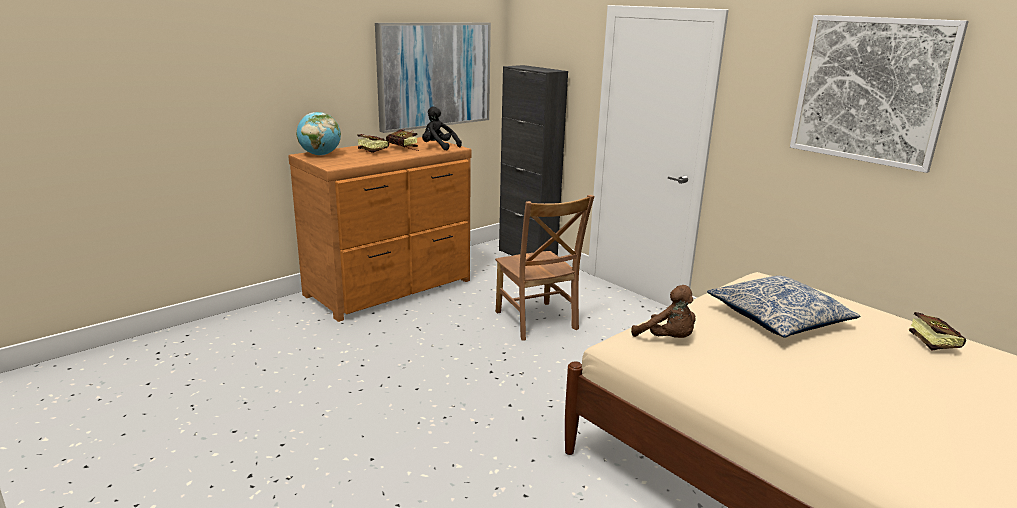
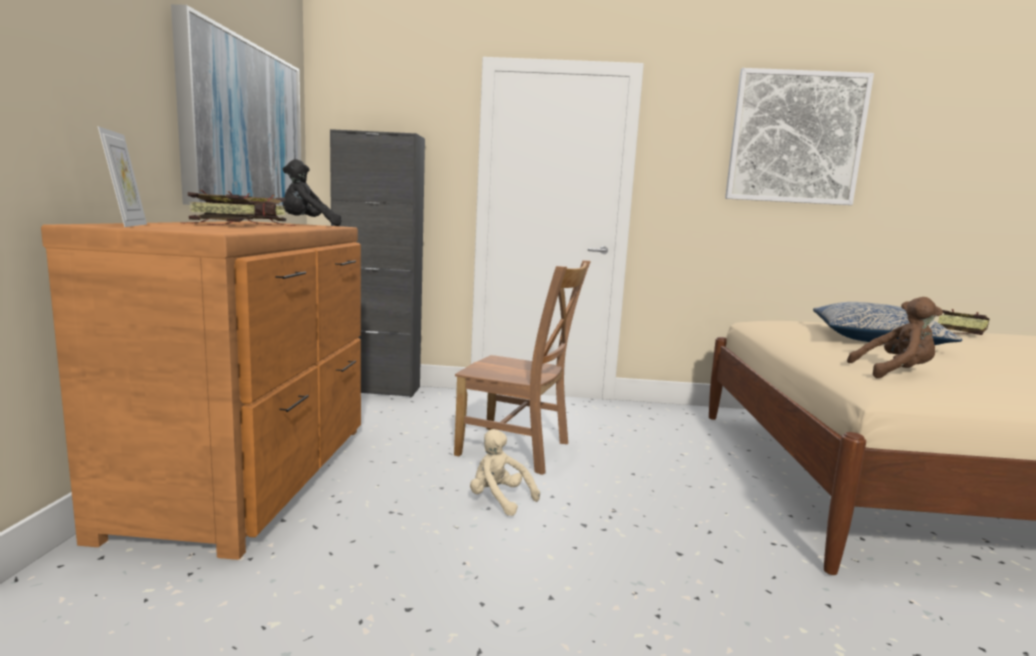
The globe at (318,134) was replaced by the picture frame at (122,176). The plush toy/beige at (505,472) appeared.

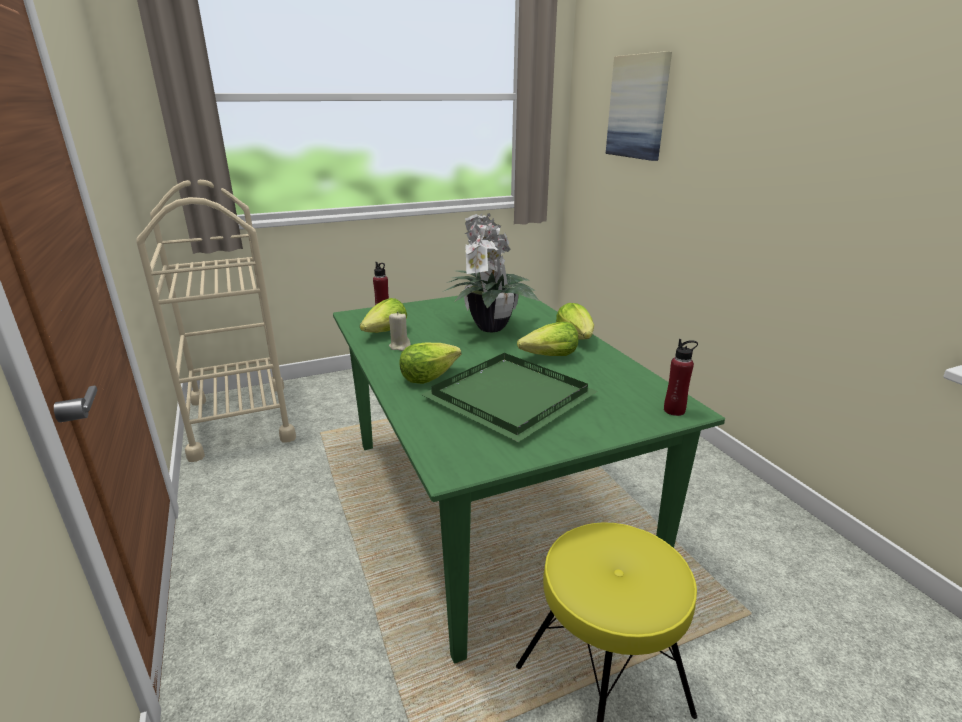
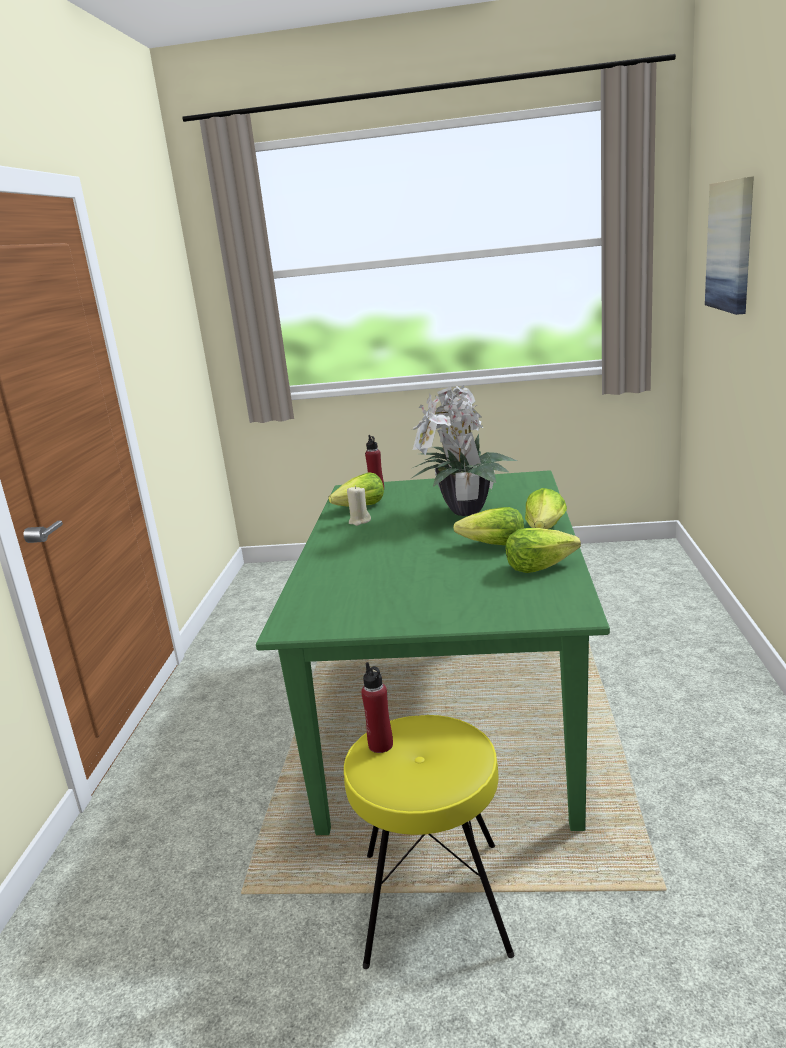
The cart/beige at (216,321) disappeared. The lettuce moved from (430,363) to (543,550). The tray/green at (509,397) disappeared. The bottle/red moved from (681,377) to (377,707).

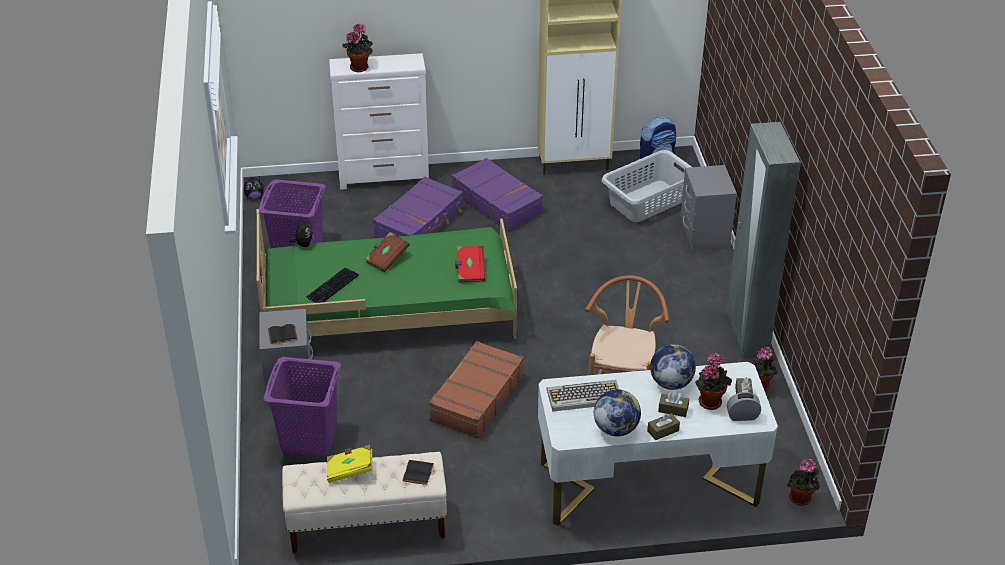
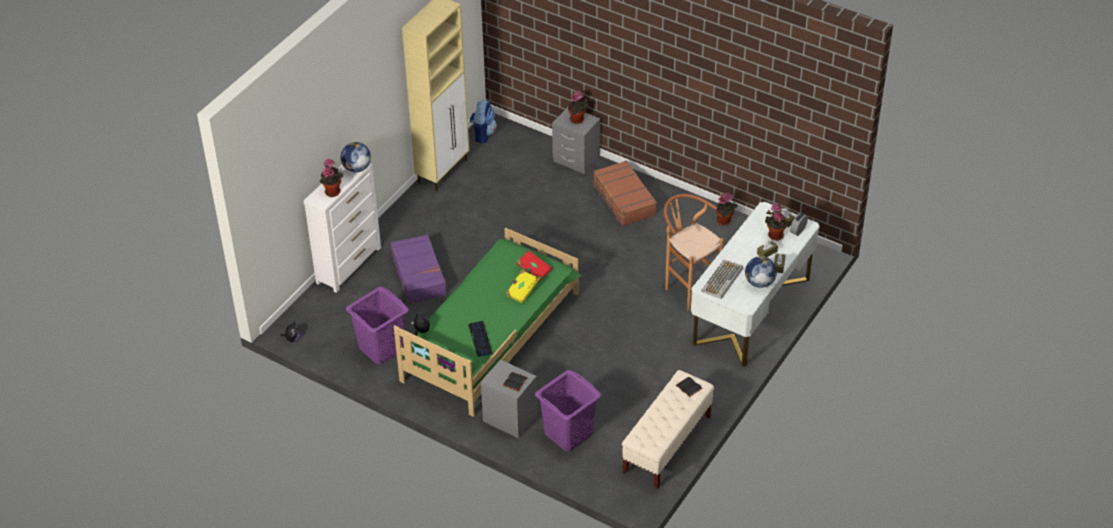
The book/yellow moved from (350,463) to (522,286). The book/brown at (387,252) disappeared. The suitcase/brown moved from (476,389) to (625,193). The suitcase/purple at (497,195) disappeared. The laundry basket/grey at (646,186) disappeared. The globe moved from (673,367) to (355,157). The wardrobe/grey at (763,240) disappeared. The potted plant moved from (803,482) to (578,107).

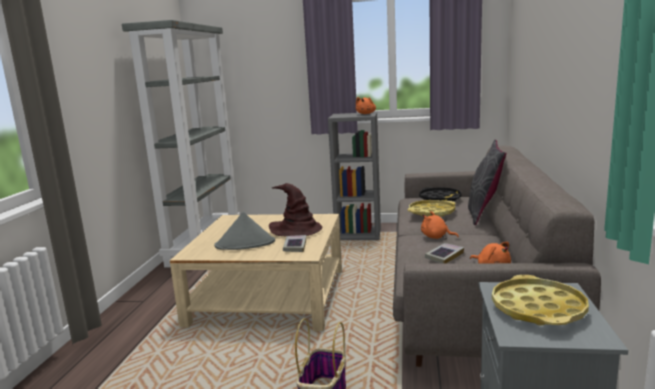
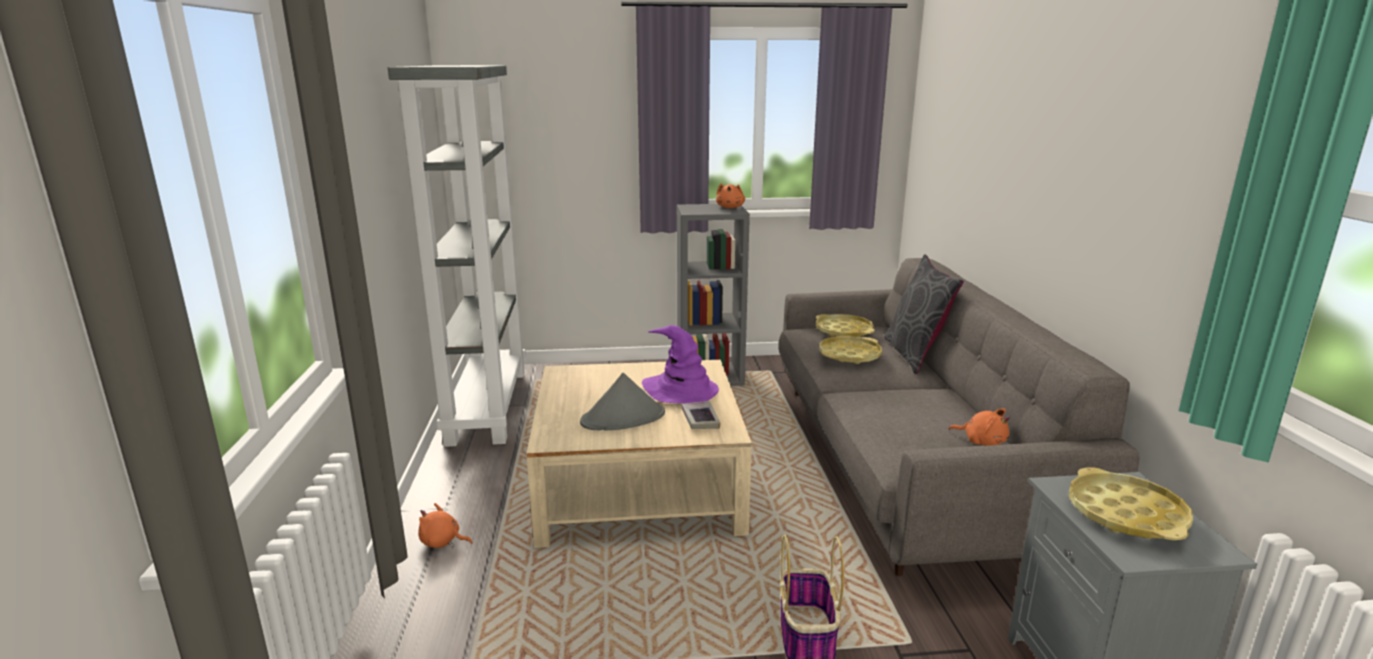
The hat/brown at (295,210) became the hat/purple at (680,364). The tray/black at (440,194) became the tray/yellow at (845,325). The plush toy/orange moved from (440,225) to (445,525). The book at (444,253) disappeared.

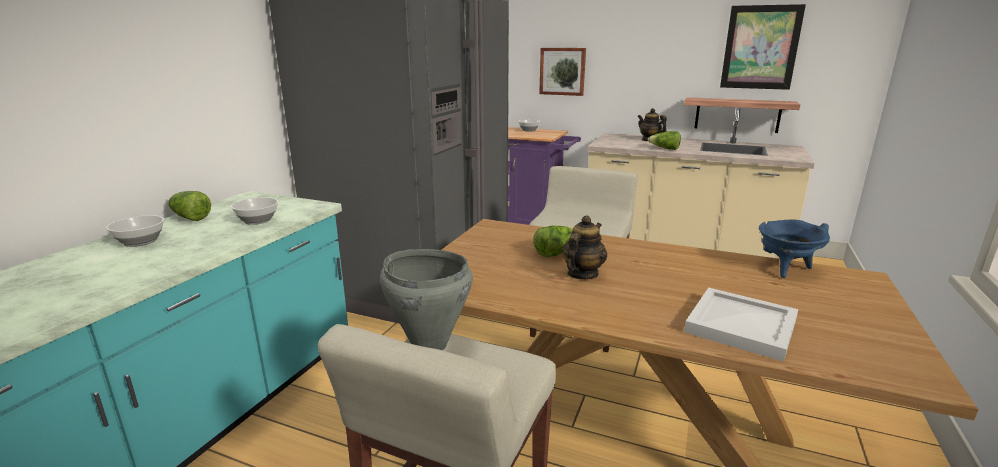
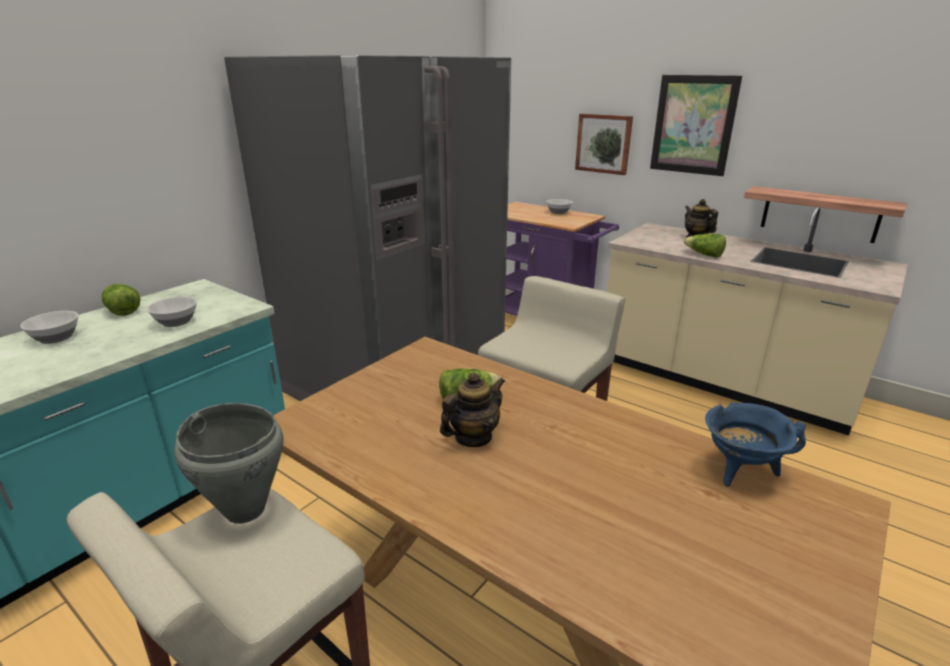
The tray/white at (741,325) disappeared. The picture moved from (763,47) to (696,125).

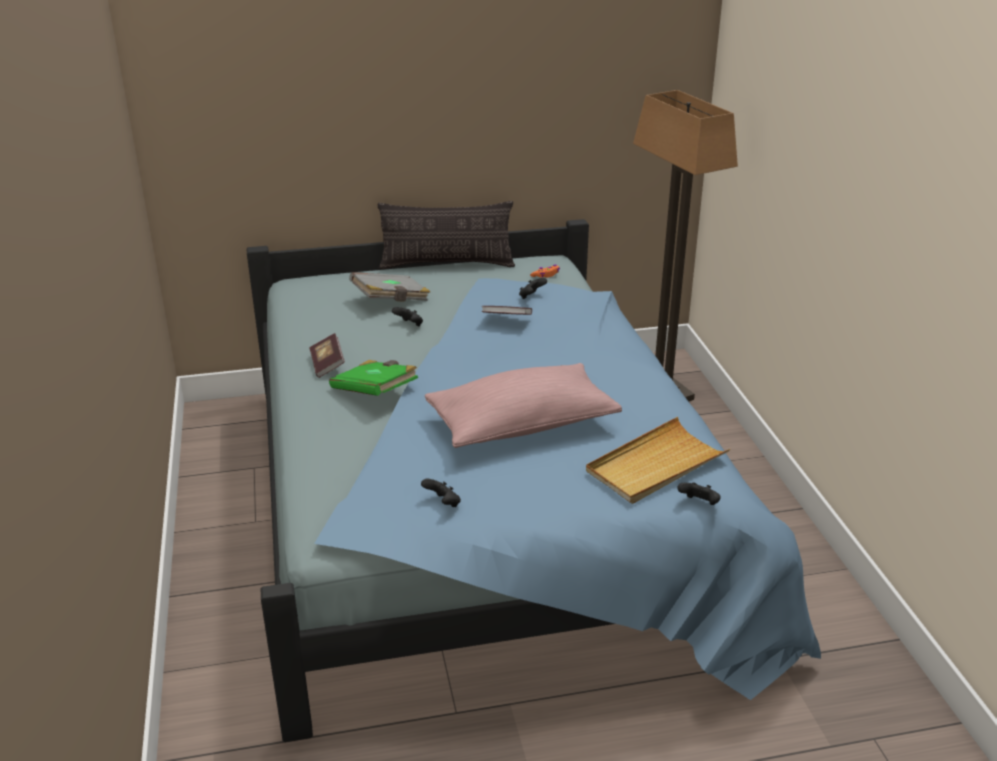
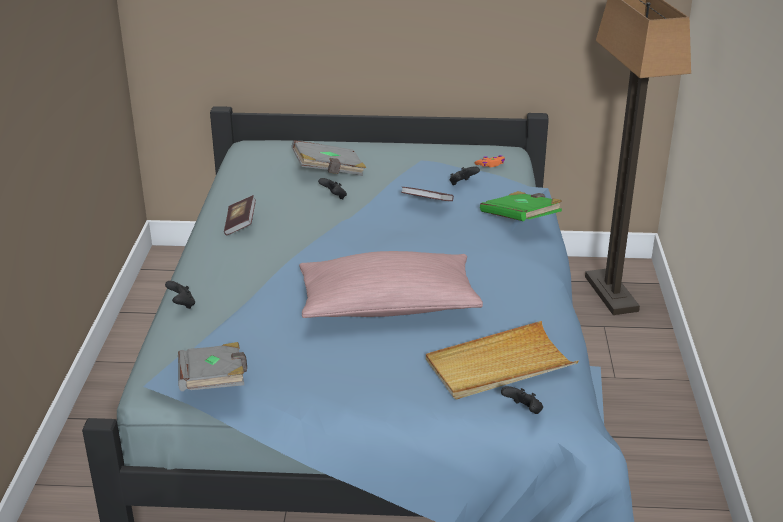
The book/green moved from (373,378) to (521,206). The pillow at (446,235) disappeared. The game controller/black moved from (441,493) to (180,295). The book/grey at (212,366) appeared.

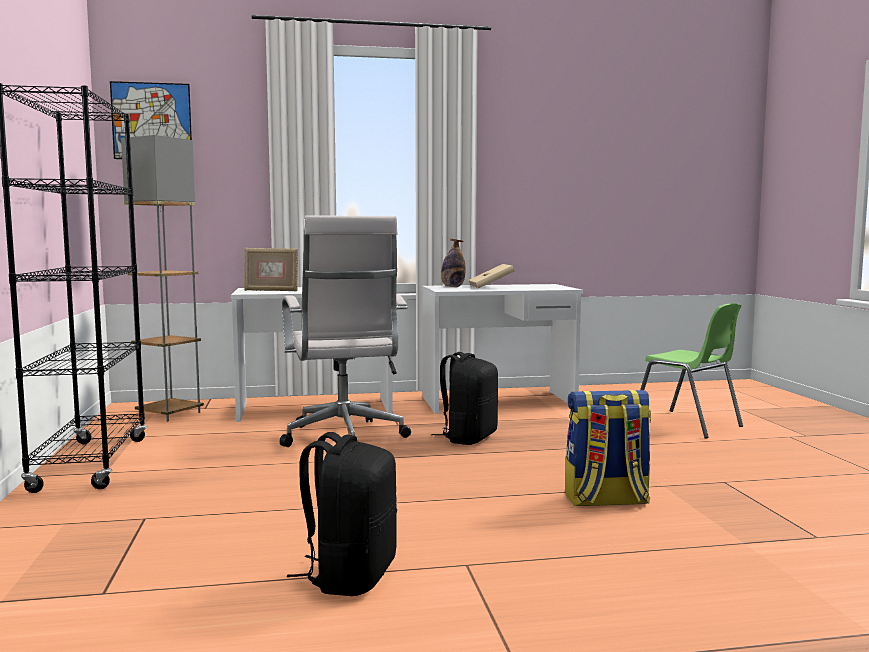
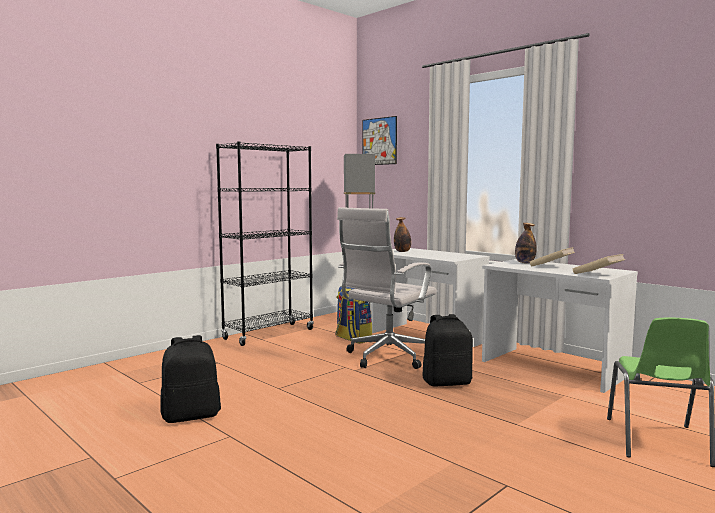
The picture frame at (271,269) was replaced by the bottle at (402,234). The backpack moved from (608,448) to (353,315). The book/beige at (599,264) appeared.

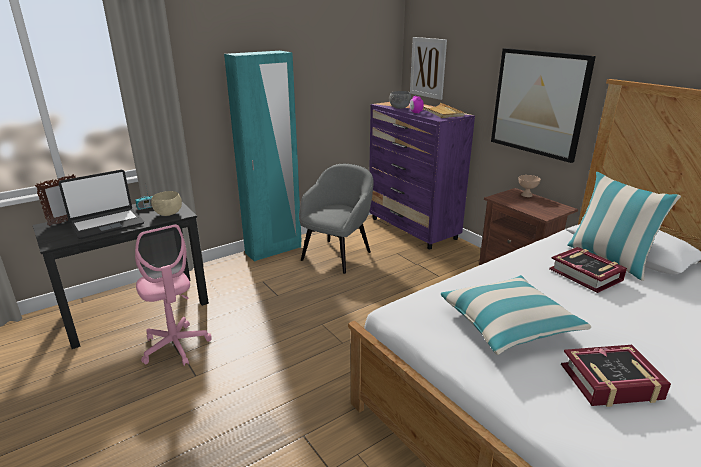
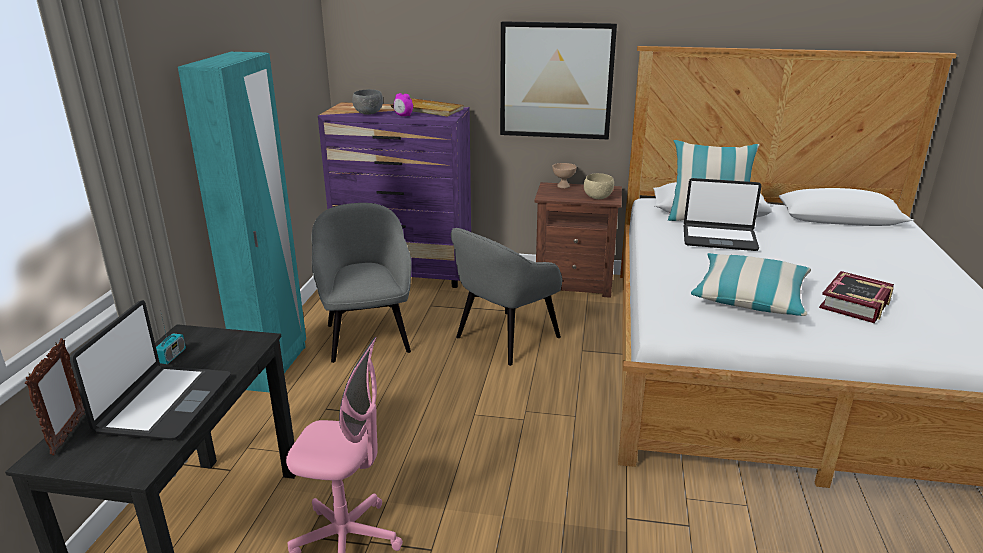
The bowl/beige moved from (166,203) to (599,186). The picture at (428,68) disappeared. The book at (588,270) was replaced by the laptop at (722,214). The armchair/grey at (507,297) appeared.

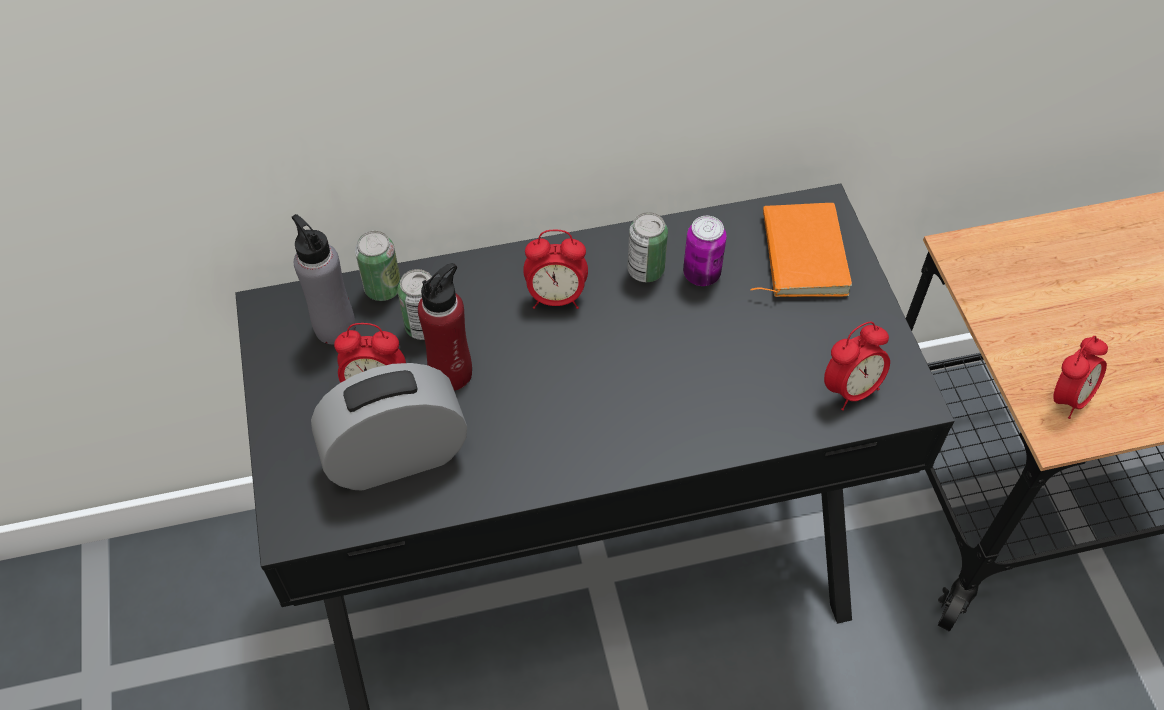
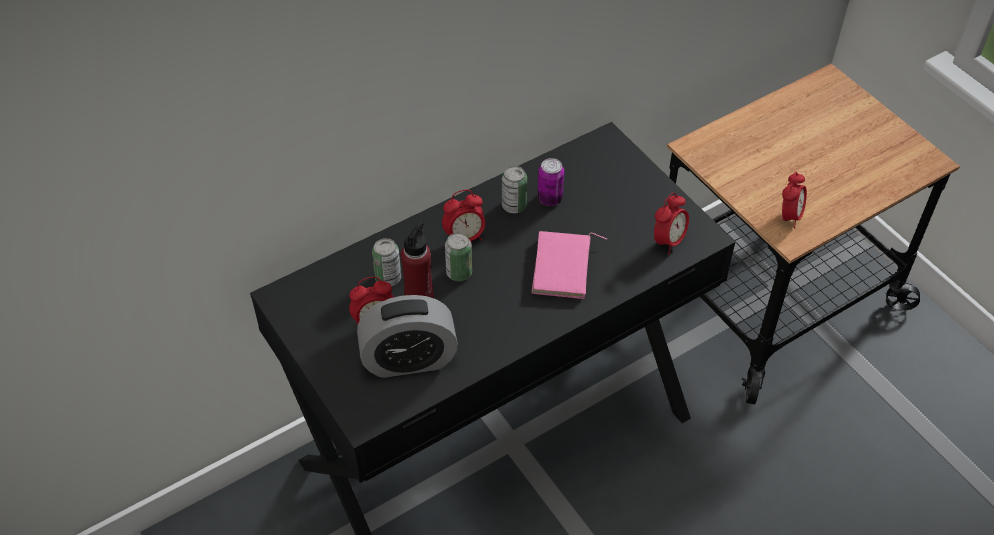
The bottle/grey at (324,279) disappeared. The alarm clock at (389,426) turned 150 degrees counterclockwise. The can moved from (378,266) to (458,257). The book/orange at (801,250) disappeared. The book/pink at (569,265) appeared.

